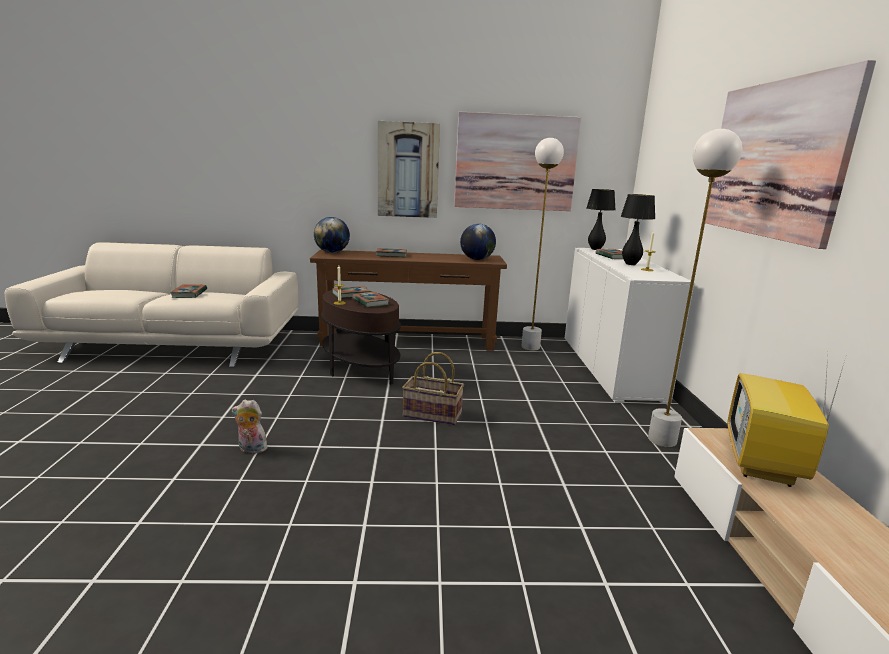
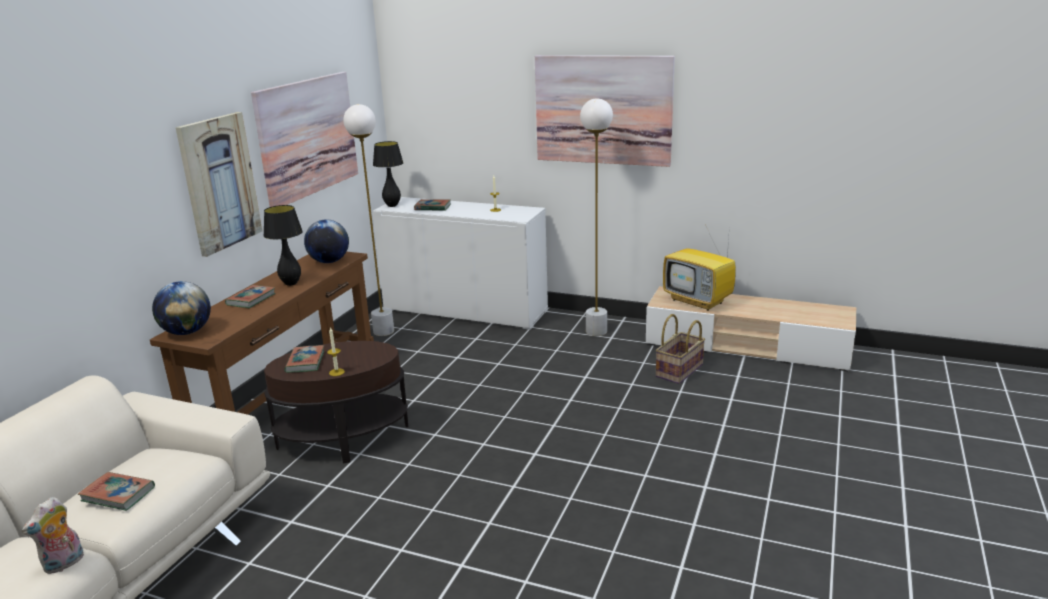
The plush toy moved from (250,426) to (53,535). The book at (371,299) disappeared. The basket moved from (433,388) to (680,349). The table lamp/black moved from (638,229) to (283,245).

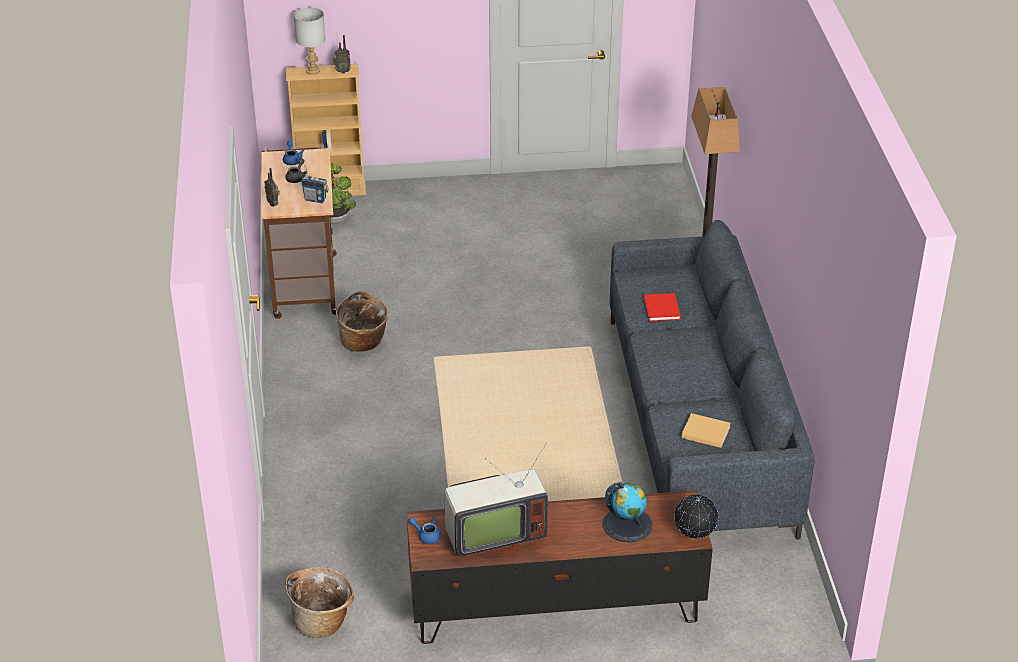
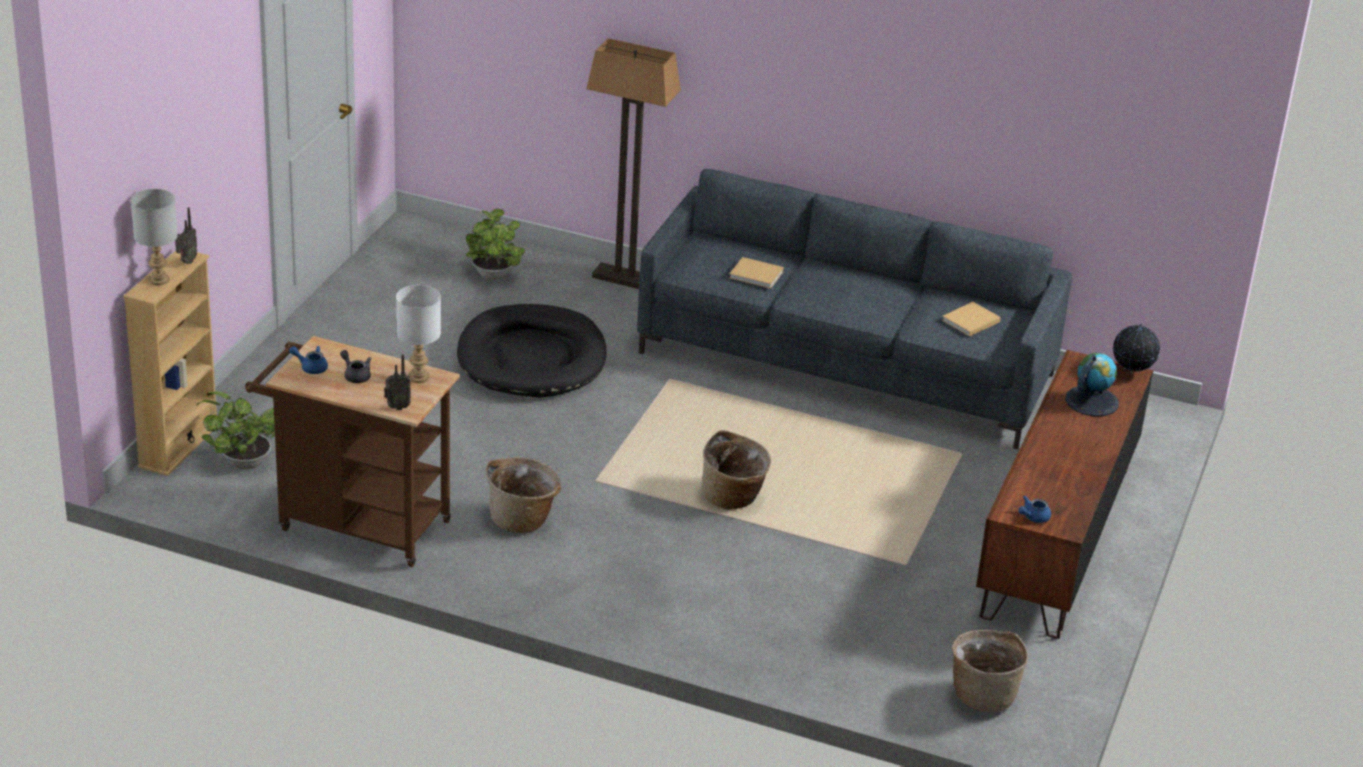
The radio at (314,184) was replaced by the table lamp/white at (418,334). The television at (496,501) disappeared. The book/red at (662,307) became the book/beige at (756,273). The dog bed/black at (532,351) appeared. The potted plant at (495,244) appeared. The basket at (736,470) appeared.

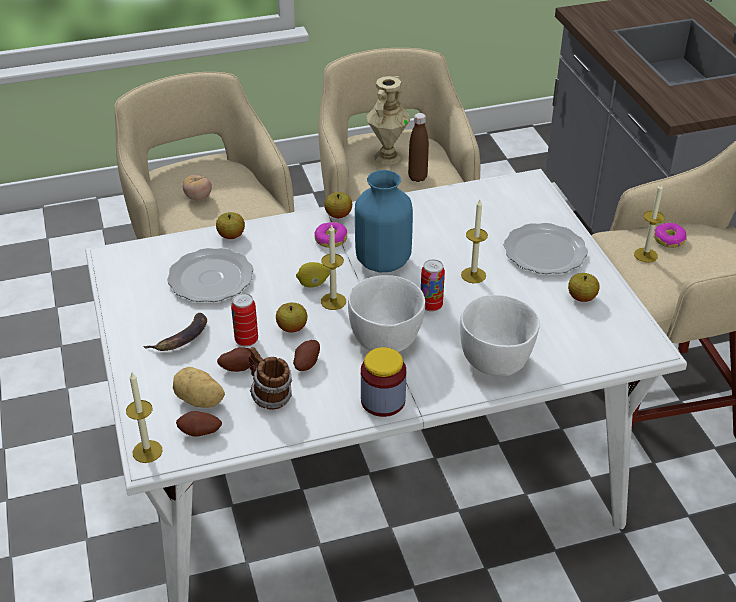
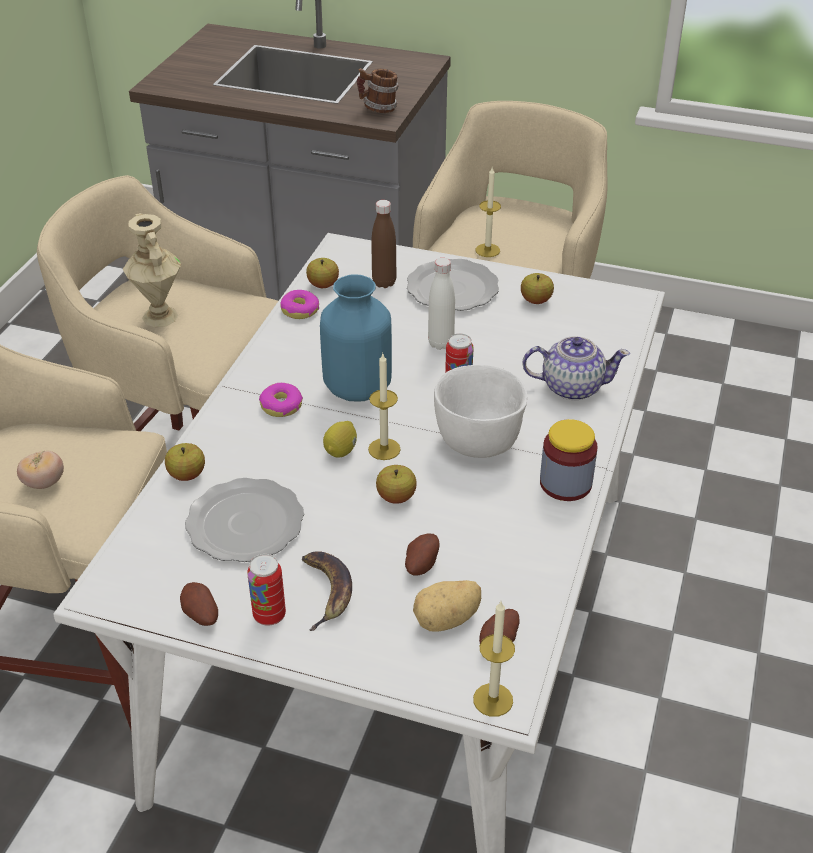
The can moved from (244,320) to (266,590). The mug moved from (270,378) to (378,90). The potato moved from (306,355) to (199,604). The apple moved from (338,205) to (322,273). The bottle/brown moved from (418,147) to (383,244). The bowl/white at (500,335) was replaced by the teapot at (576,368). The candle at (474,241) was replaced by the bottle/white at (441,304). The donut moved from (670,235) to (299,304).

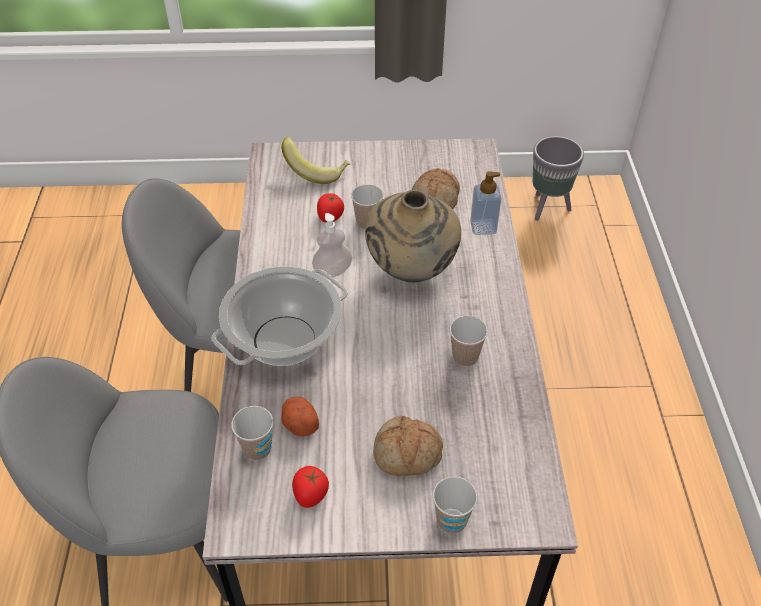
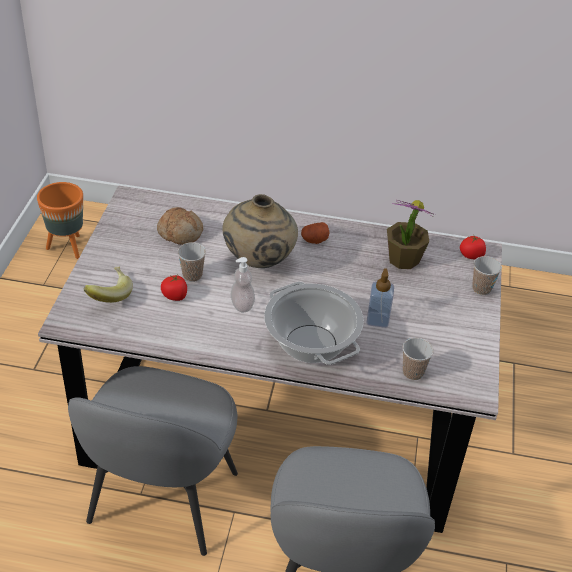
The potato moved from (300,416) to (315,233). The tomato moved from (310,487) to (473,246). The bread at (408,446) disappeared. The cup at (469,341) disappeared. The soap dispenser moved from (486,203) to (380,298). The planter/grey at (558,178) became the planter/orange at (60,220). The potted plant at (411,234) appeared.

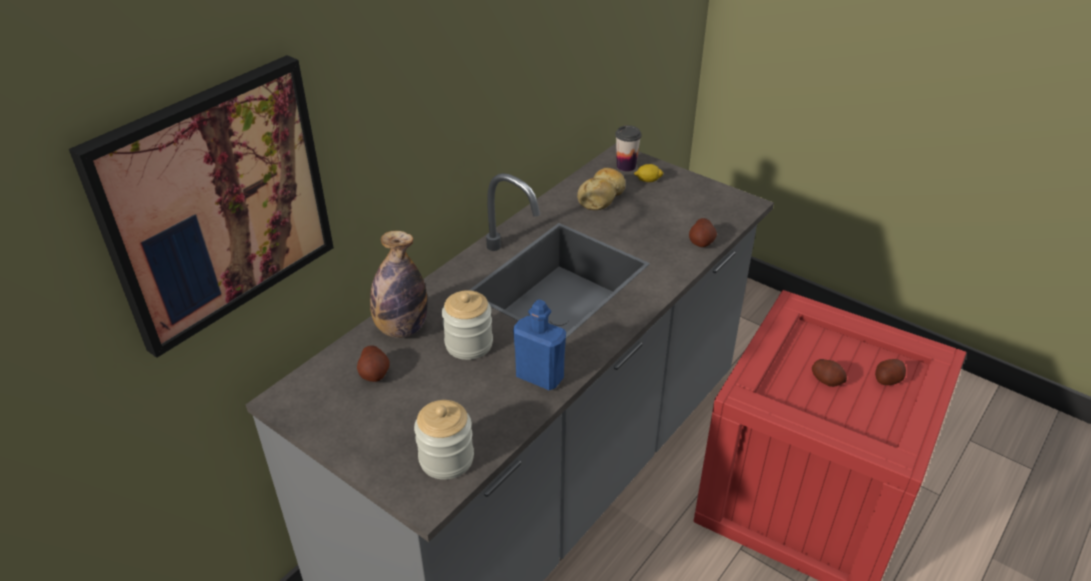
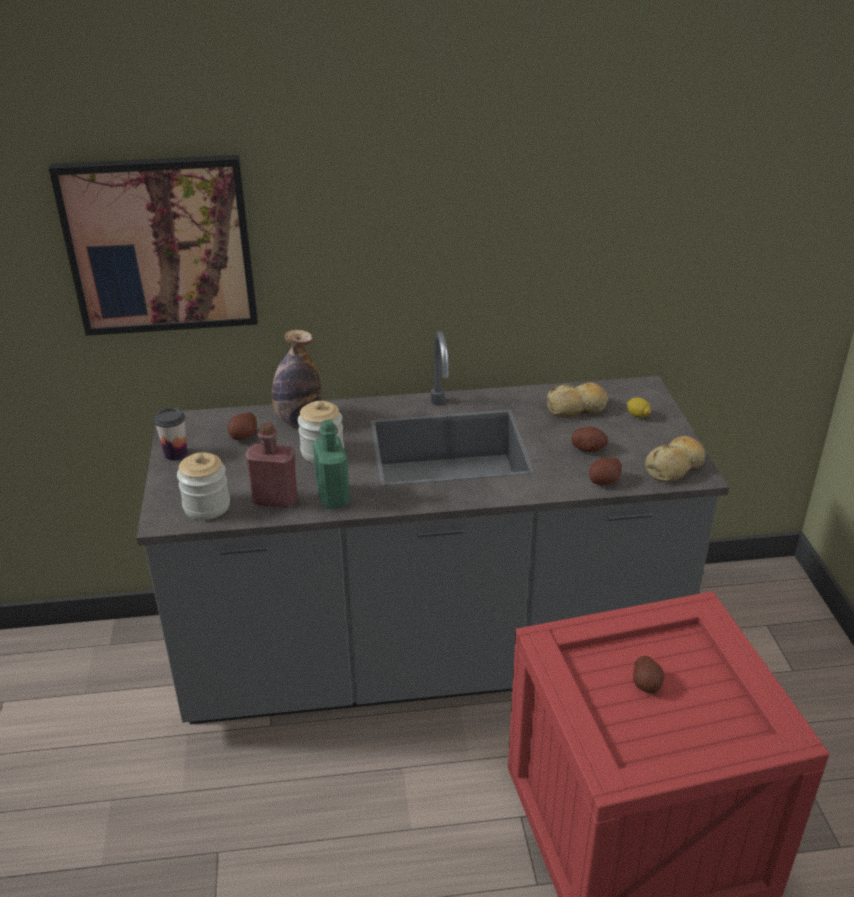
The bottle/blue at (539,344) became the bottle/green at (331,464). The cup moved from (628,148) to (170,434). The potato moved from (890,372) to (589,439). The bottle/red at (271,465) appeared. The bread at (675,459) appeared.

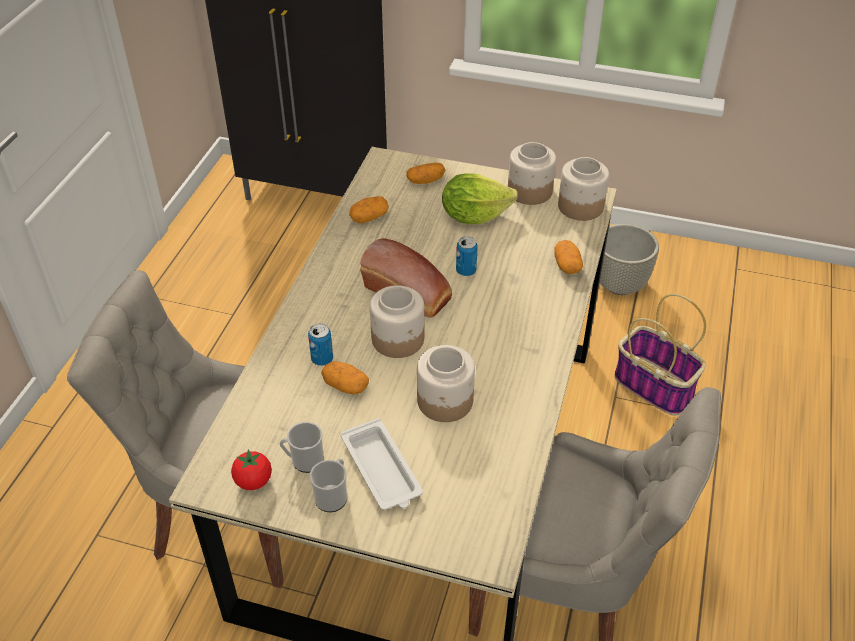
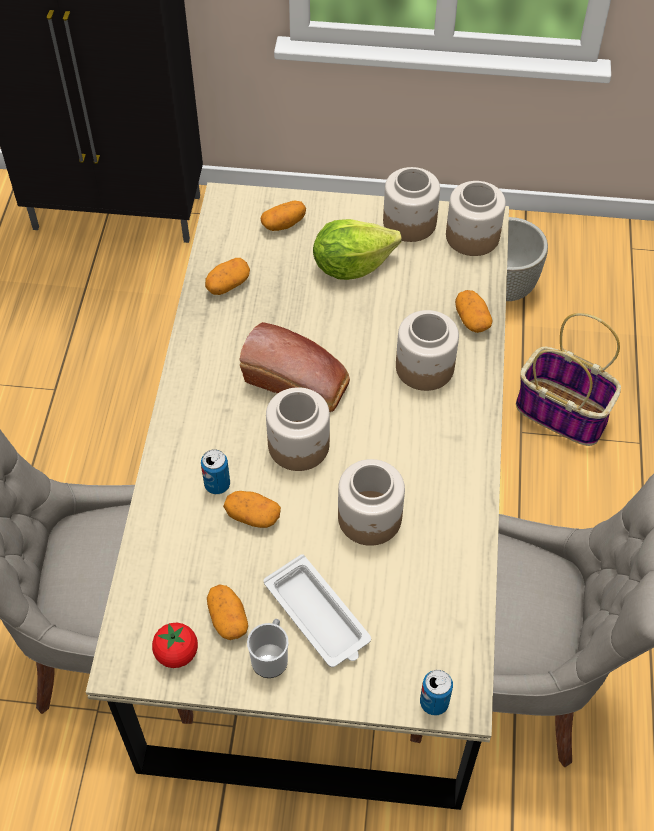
The mug at (301,447) was replaced by the potato at (227,612). The can moved from (467,256) to (436,692). The jar at (427,350) appeared.

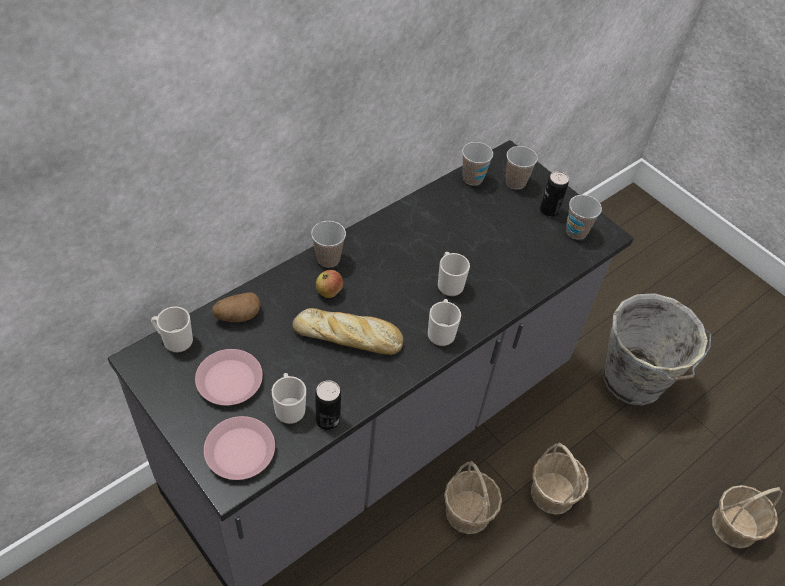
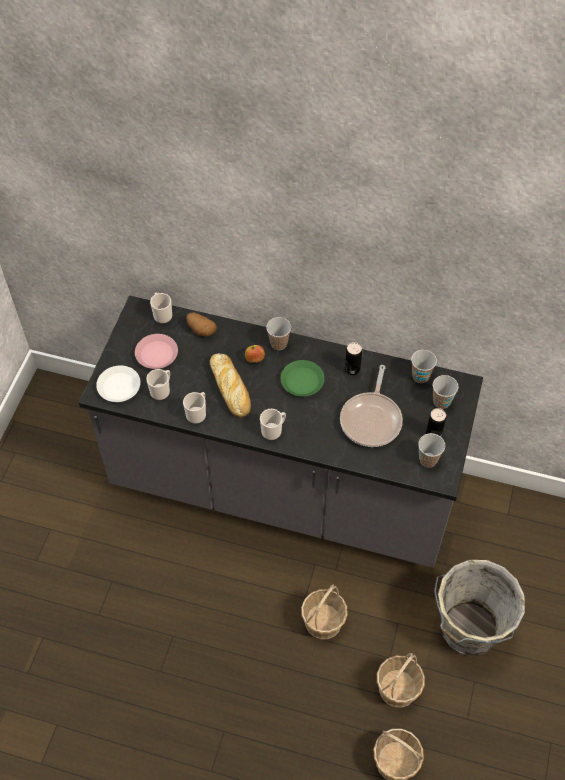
The plate/pink at (239,448) became the plate/white at (118,384). The can moved from (328,405) to (353,358). The mug moved from (454,274) to (194,408). The basket moved from (473,497) to (401,680). The plate/green at (302,378) appeared. The frying pan at (371,406) appeared.

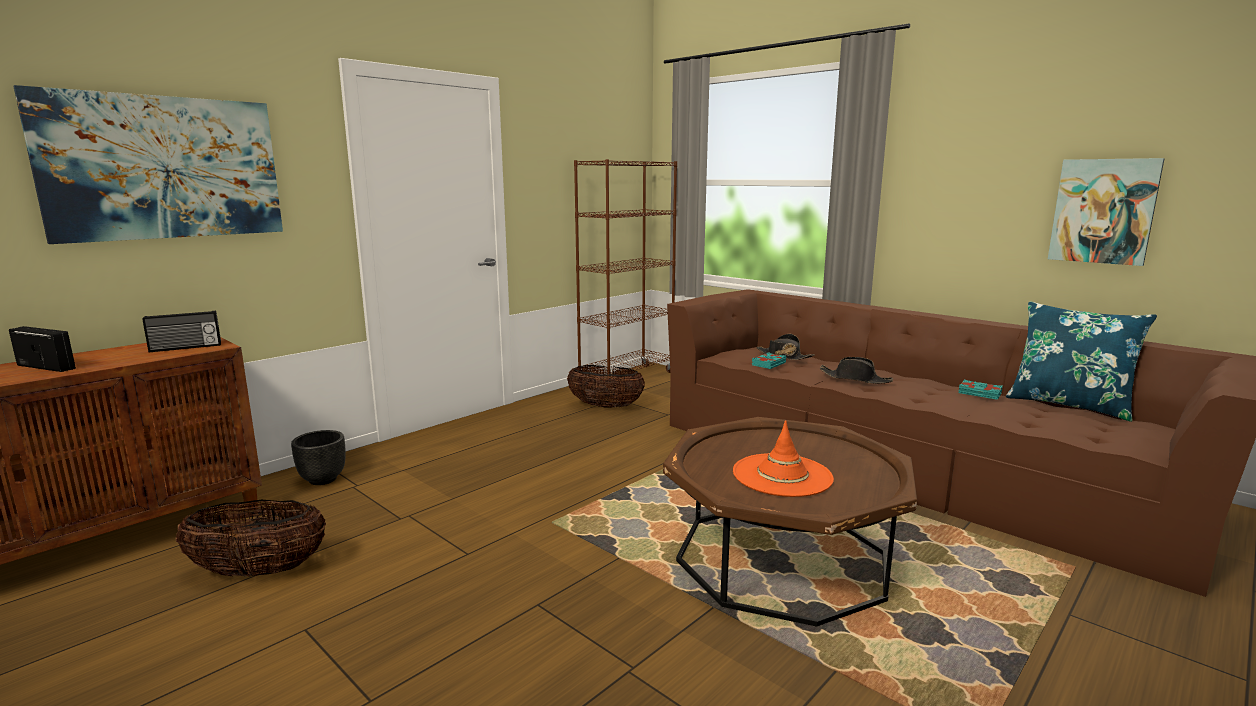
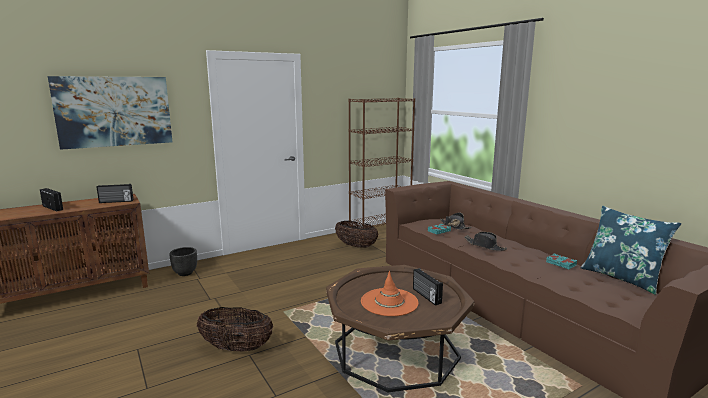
The basket moved from (250,538) to (234,329). The picture at (1106,212) disappeared. The radio at (428,287) appeared.

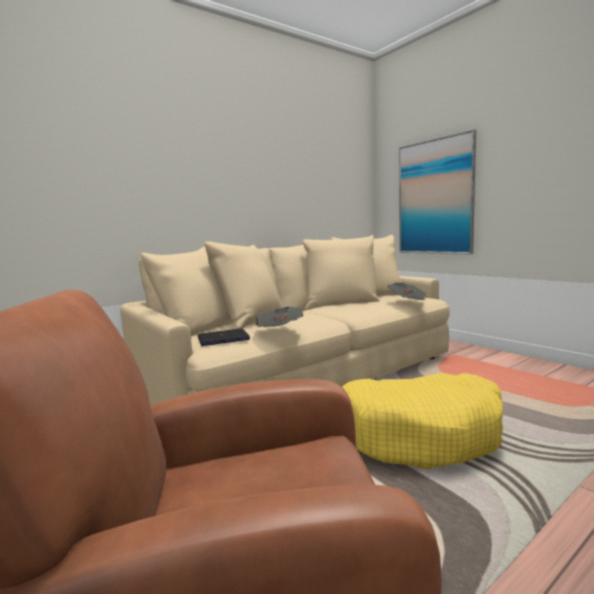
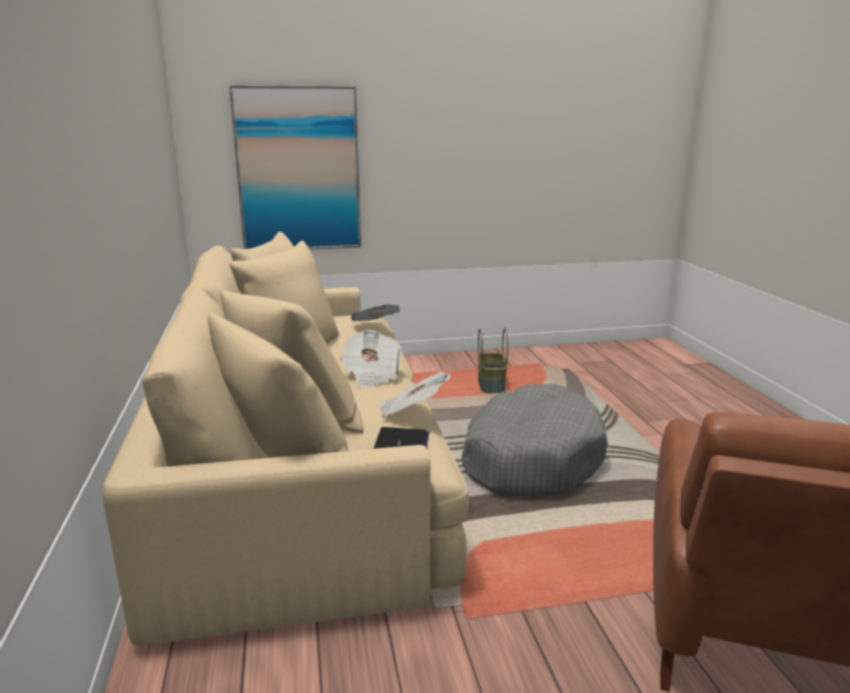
The dog bed/yellow at (422,421) became the dog bed/grey at (535,440). The newspaper at (371,359) appeared. The basket at (492,360) appeared.

